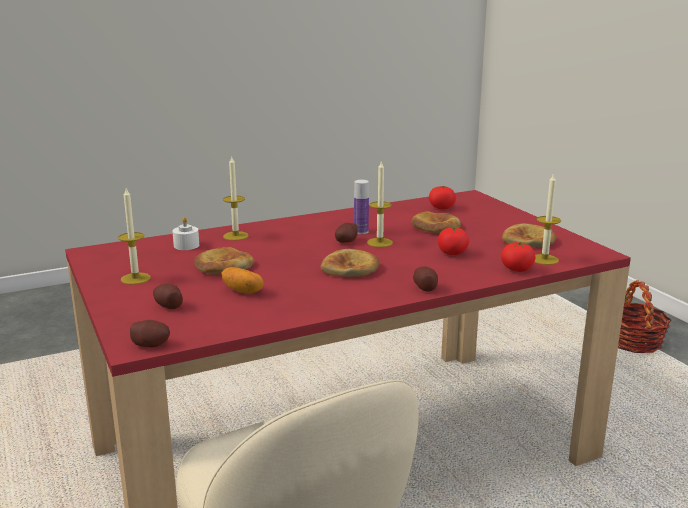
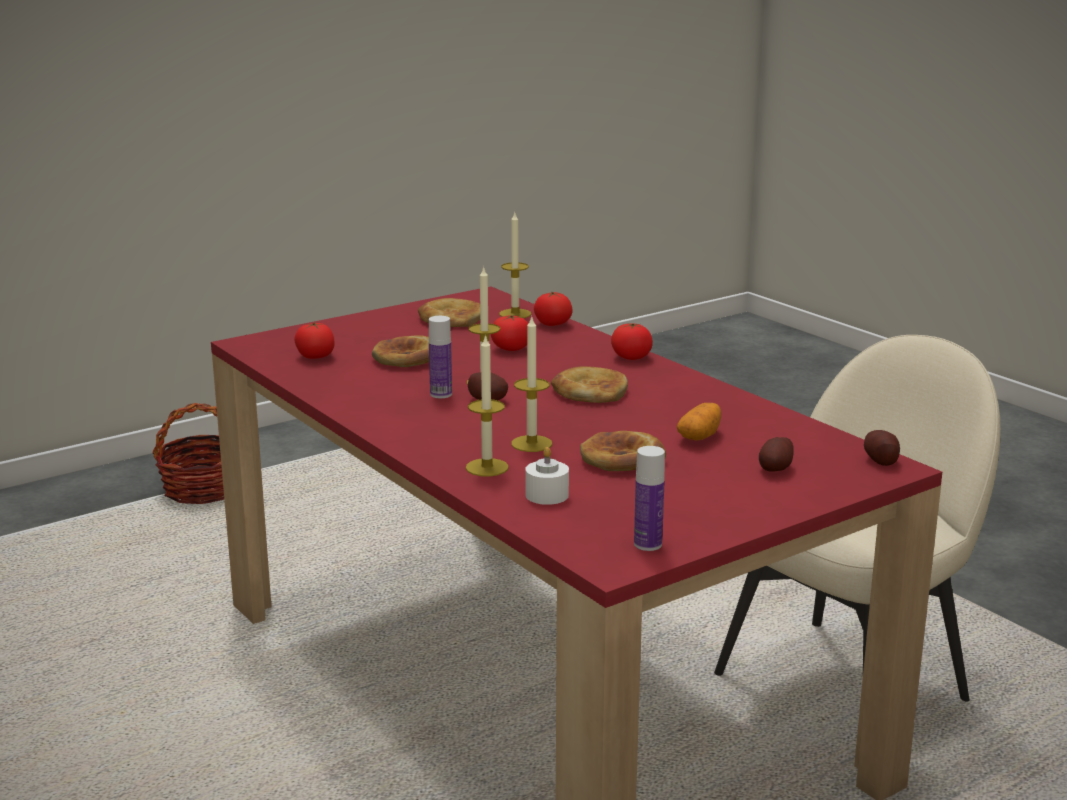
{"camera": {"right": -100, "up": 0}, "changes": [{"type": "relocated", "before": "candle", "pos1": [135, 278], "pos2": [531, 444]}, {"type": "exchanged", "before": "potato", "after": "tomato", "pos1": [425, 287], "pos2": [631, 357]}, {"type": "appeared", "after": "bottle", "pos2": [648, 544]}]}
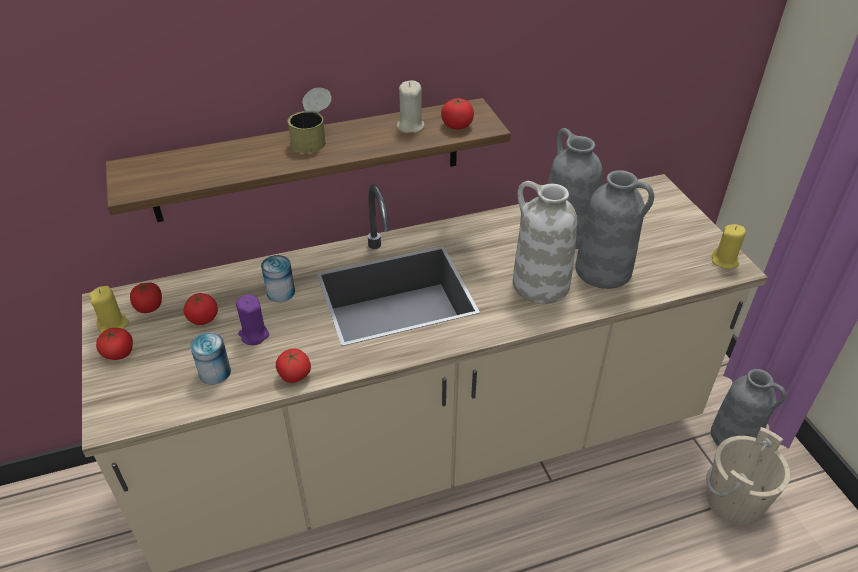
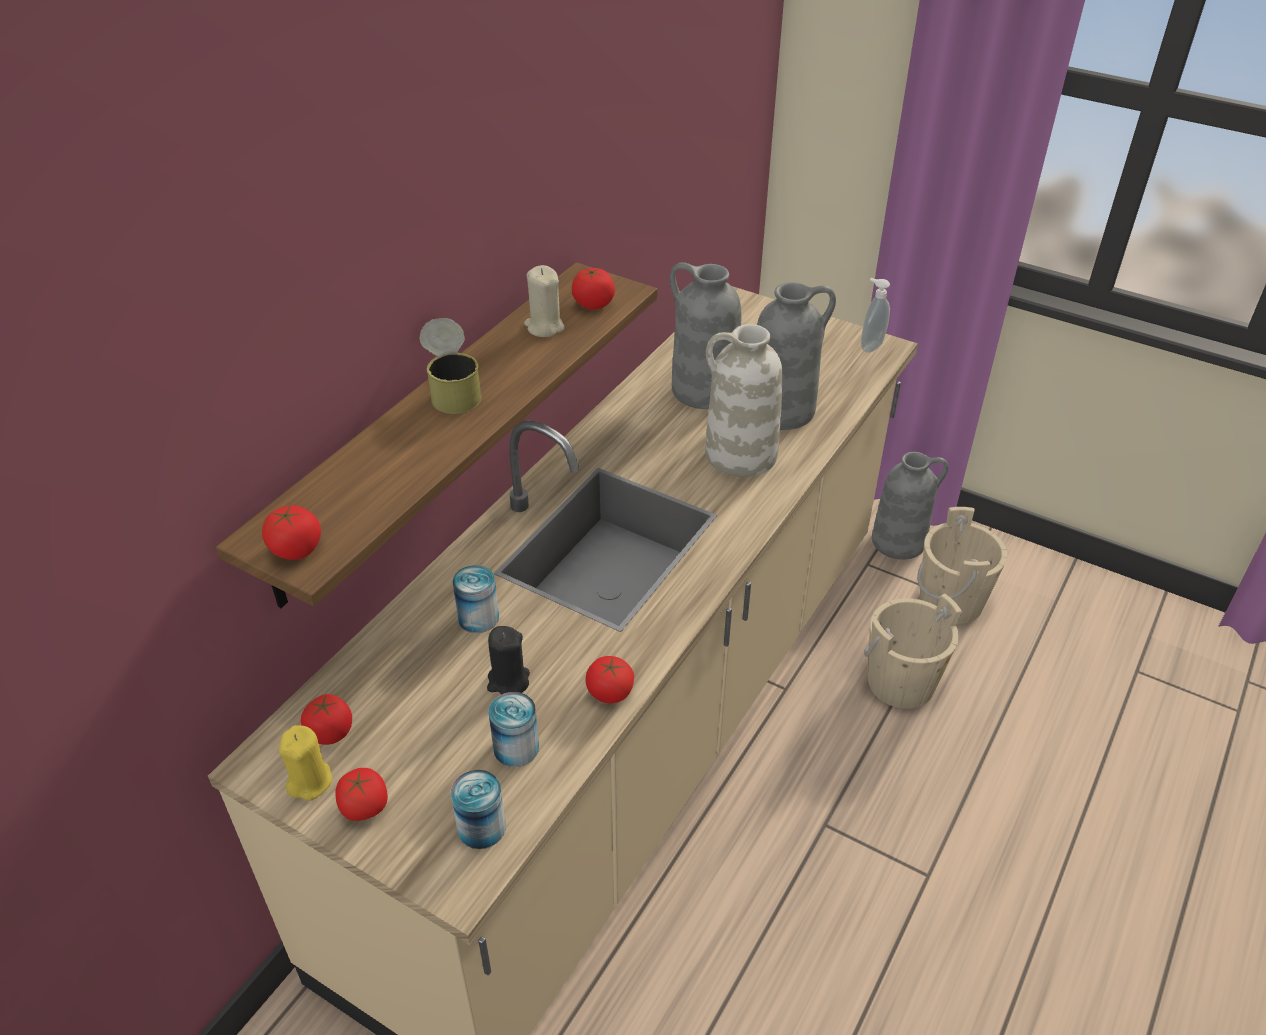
{"camera": {"right": -40, "up": 0}, "changes": [{"type": "relocated", "before": "tomato", "pos1": [203, 318], "pos2": [296, 549]}, {"type": "appeared", "after": "can", "pos2": [481, 827]}, {"type": "colour", "before": "candle in purple", "after": "candle in black", "pos1": [254, 335], "pos2": [508, 681]}, {"type": "exchanged", "before": "candle in yellow", "after": "soap dispenser", "pos1": [725, 261], "pos2": [870, 346]}, {"type": "appeared", "after": "bucket in beige", "pos2": [901, 682]}]}
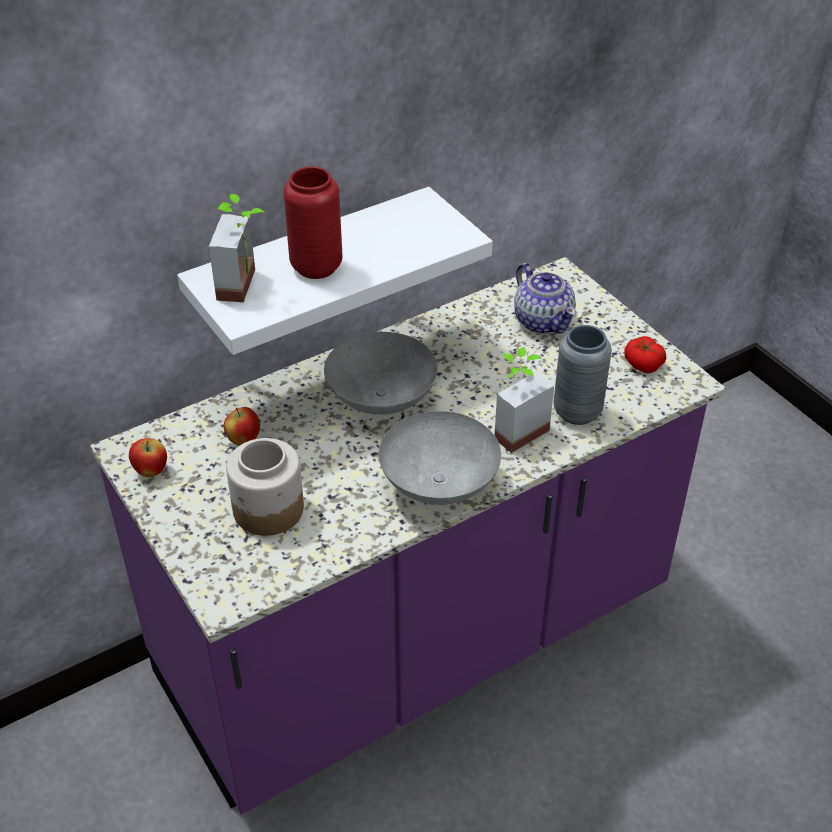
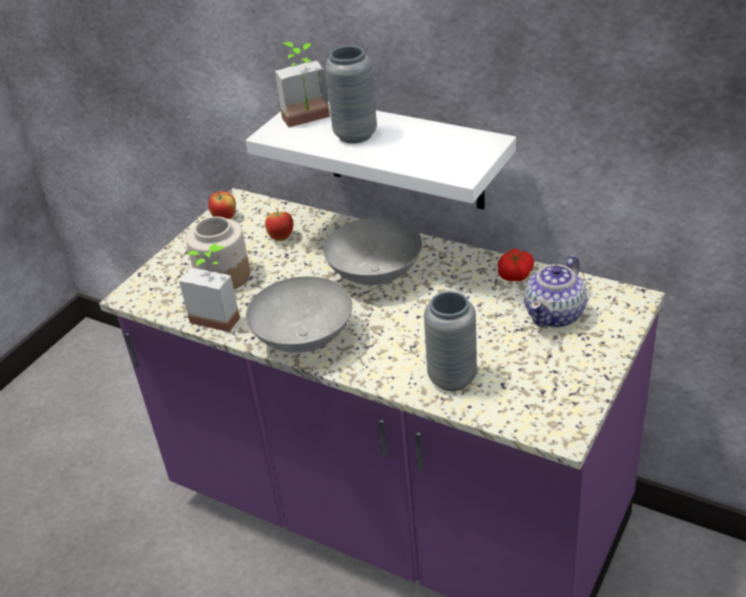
{"camera": {"right": 65, "up": -5}, "changes": [{"type": "relocated", "before": "potted plant", "pos1": [514, 428], "pos2": [219, 314]}, {"type": "colour", "before": "vase in red", "after": "vase in grey", "pos1": [316, 267], "pos2": [355, 135]}, {"type": "relocated", "before": "tomato", "pos1": [643, 363], "pos2": [515, 274]}]}
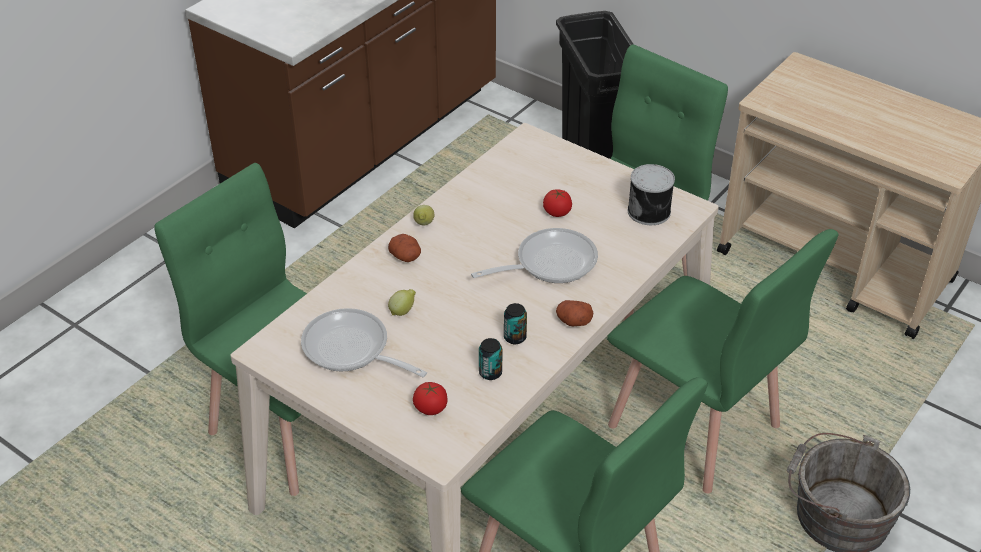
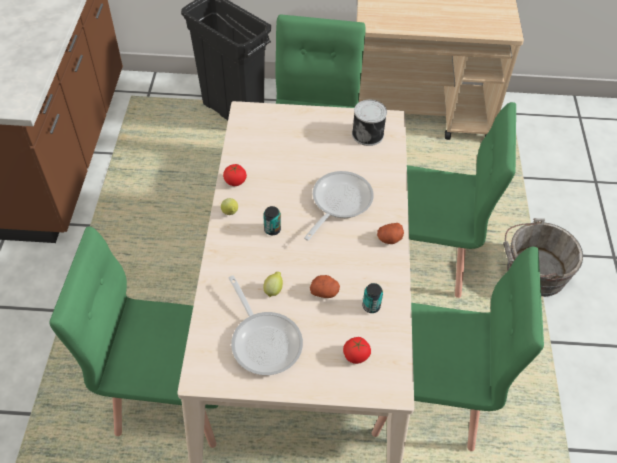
{"camera": {"right": -35, "up": 10}, "changes": [{"type": "relocated", "before": "tomato", "pos1": [557, 212], "pos2": [235, 181]}, {"type": "spun", "before": "frying pan", "pos1": [351, 350], "pos2": [264, 340], "turn": -120}, {"type": "relocated", "before": "can", "pos1": [515, 337], "pos2": [272, 229]}, {"type": "relocated", "before": "potato", "pos1": [406, 256], "pos2": [325, 291]}]}
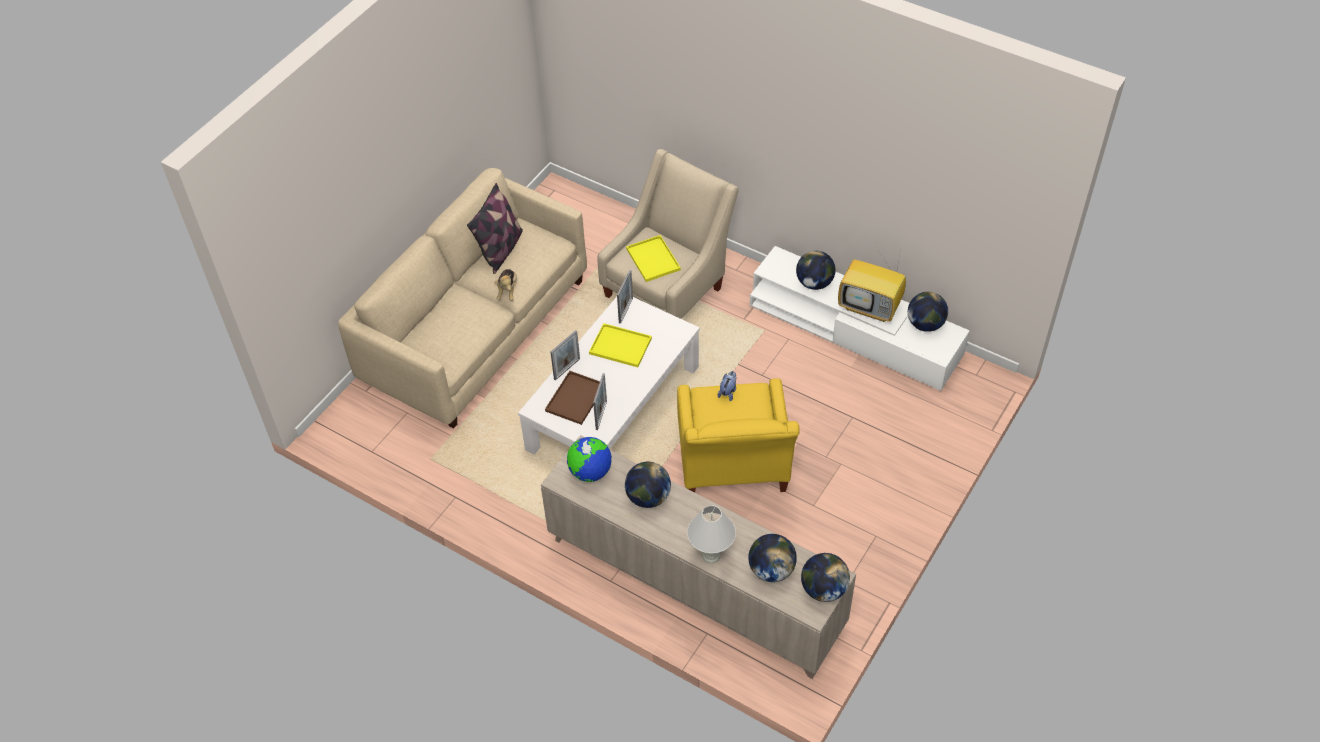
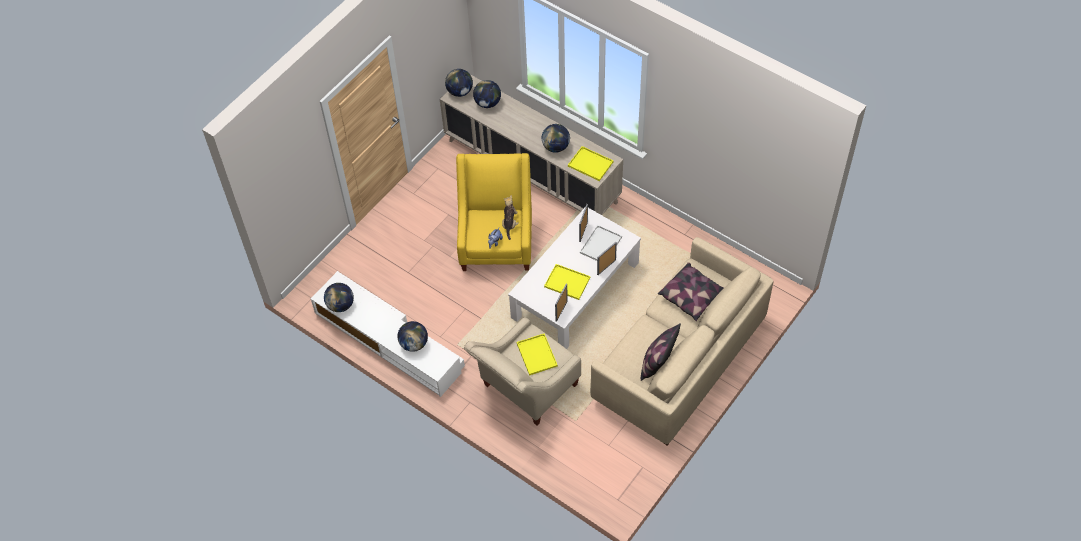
{"camera": {"right": -175, "up": 5}, "changes": [{"type": "relocated", "before": "plush toy", "pos1": [507, 290], "pos2": [510, 223]}, {"type": "exchanged", "before": "globe", "after": "tray in yellow", "pos1": [590, 472], "pos2": [591, 164]}, {"type": "colour", "before": "tray in brown", "after": "tray in white", "pos1": [575, 397], "pos2": [600, 245]}, {"type": "appeared", "after": "pillow", "pos2": [692, 296]}, {"type": "missing", "before": "table lamp in white", "pos1": [711, 555]}, {"type": "missing", "before": "television", "pos1": [871, 307]}]}
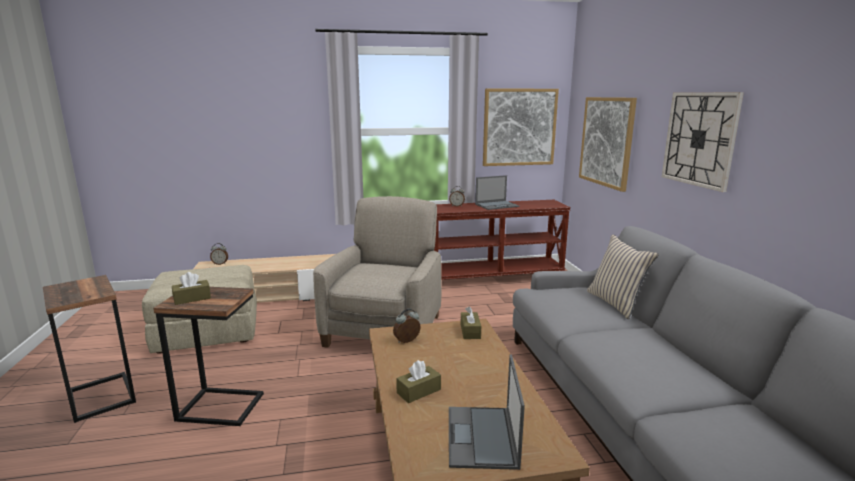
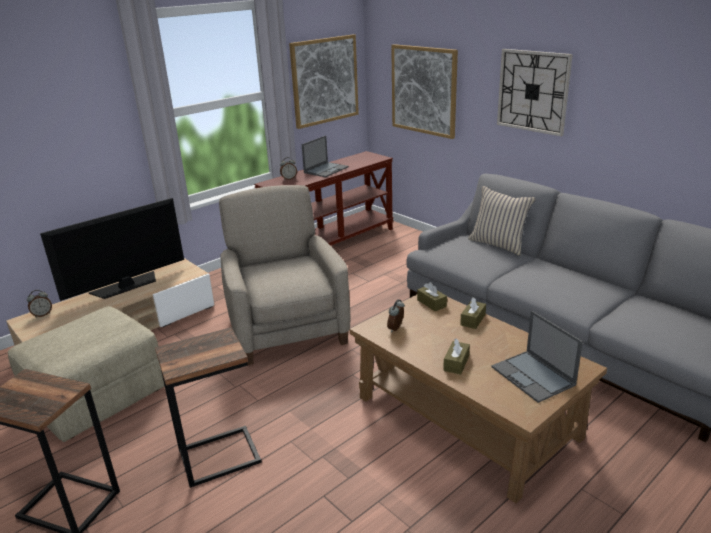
{"camera": {"right": -30, "up": 10}, "changes": [{"type": "appeared", "after": "television", "pos2": [126, 286]}, {"type": "relocated", "before": "tissue box in brown", "pos1": [192, 298], "pos2": [473, 320]}]}
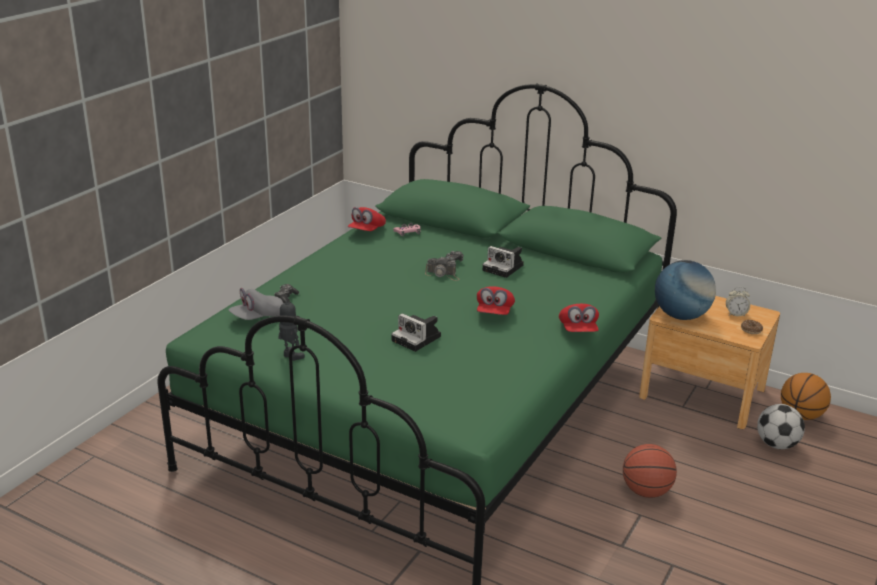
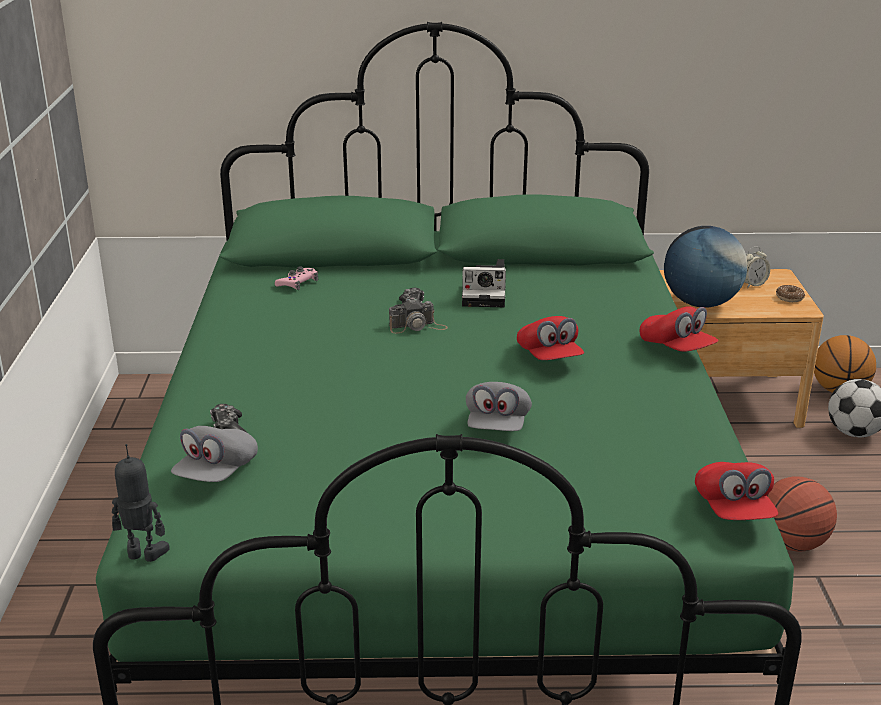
{"camera": {"right": -30, "up": 0}, "changes": [{"type": "relocated", "before": "toy robot", "pos1": [291, 356], "pos2": [143, 555]}, {"type": "exchanged", "before": "photo camera", "after": "cap in grey", "pos1": [418, 339], "pos2": [497, 426]}, {"type": "relocated", "before": "cap in red", "pos1": [366, 231], "pos2": [733, 510]}]}
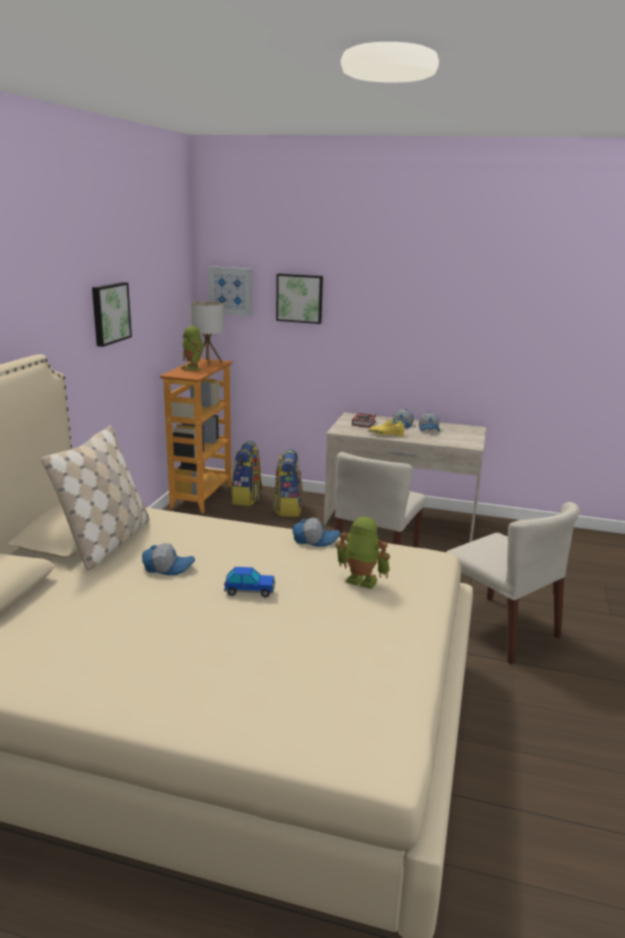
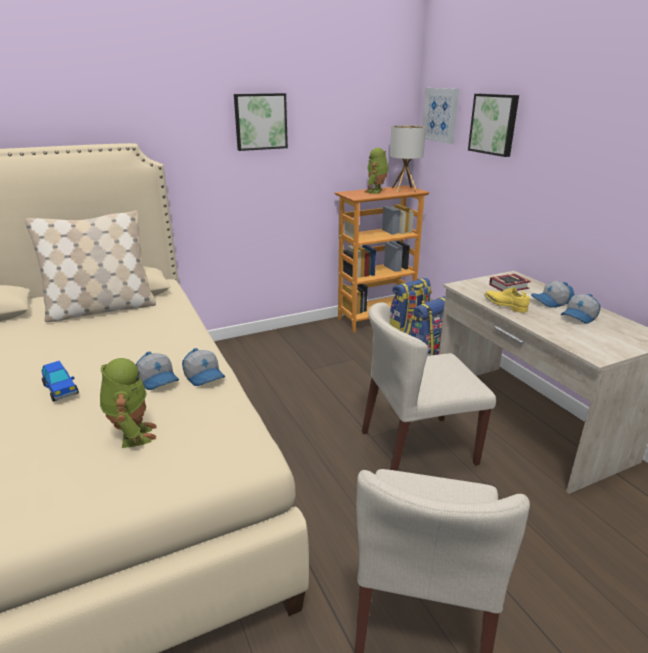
{"camera": {"right": 50, "up": 5}, "changes": [{"type": "relocated", "before": "cap", "pos1": [168, 567], "pos2": [158, 379]}]}
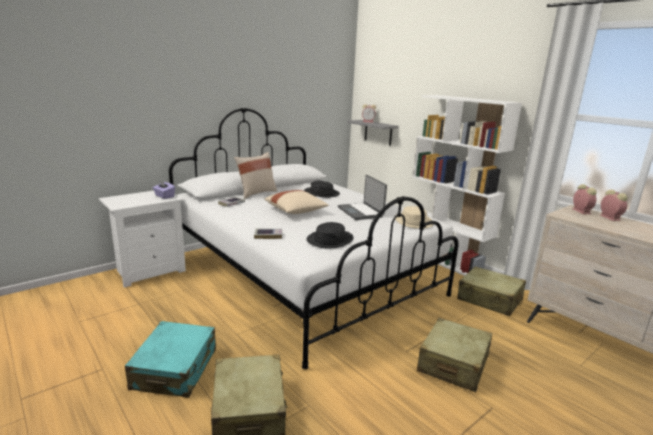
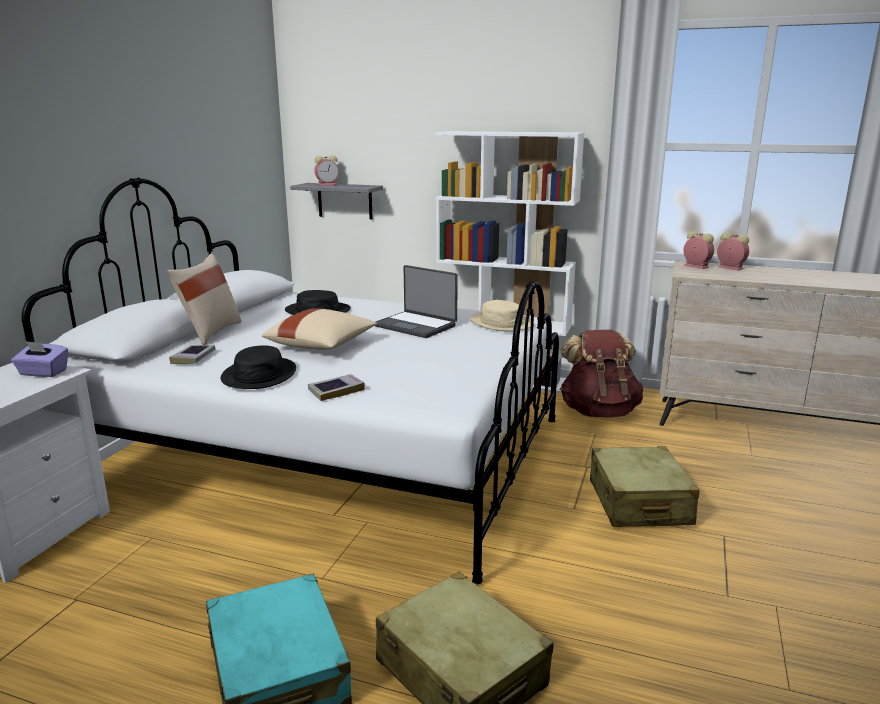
{"camera": {"right": -30, "up": 0}, "changes": [{"type": "relocated", "before": "hat in black", "pos1": [330, 239], "pos2": [259, 375]}, {"type": "exchanged", "before": "suitcase in beige", "after": "backpack in brown", "pos1": [489, 299], "pos2": [598, 411]}]}
